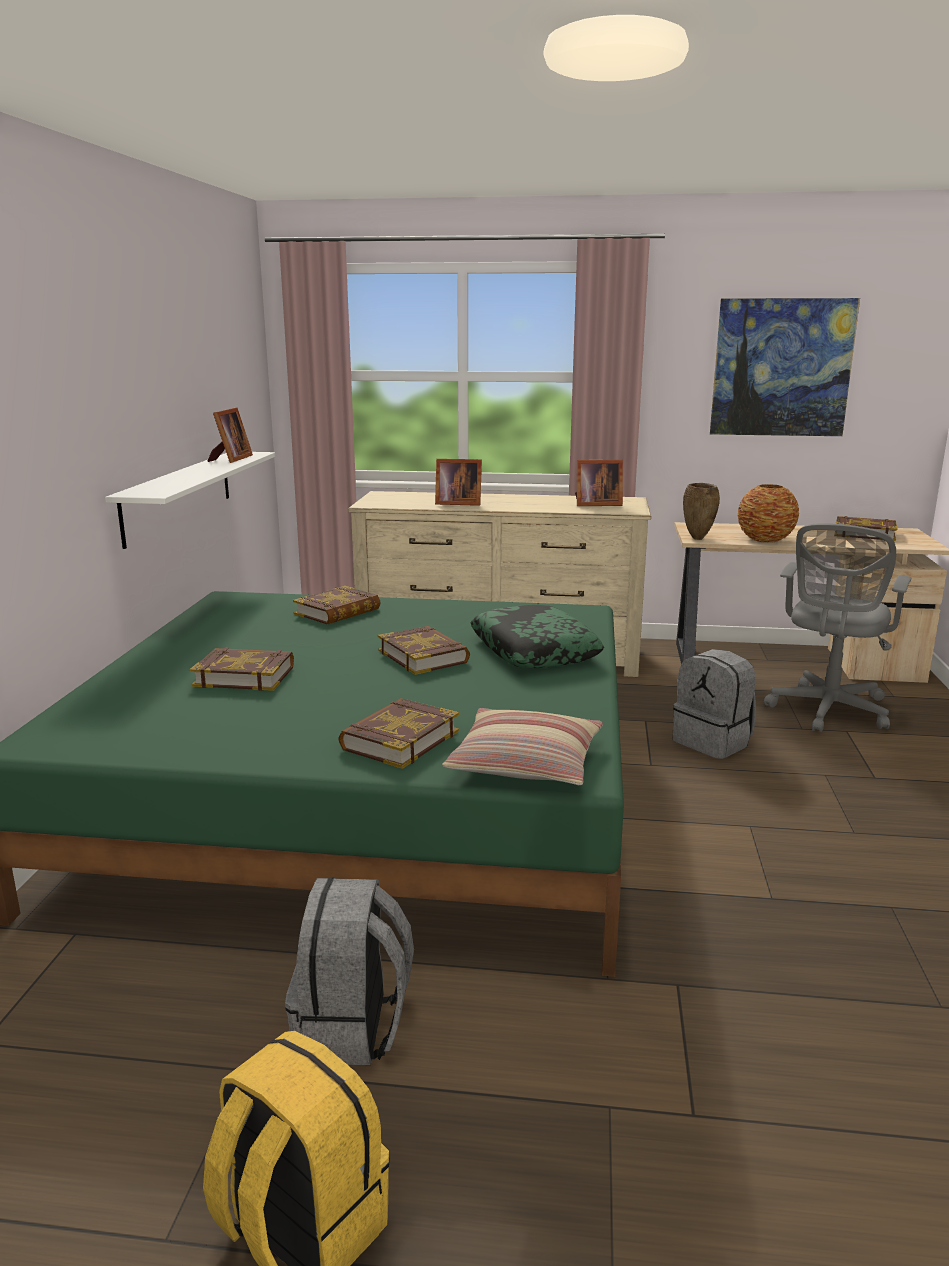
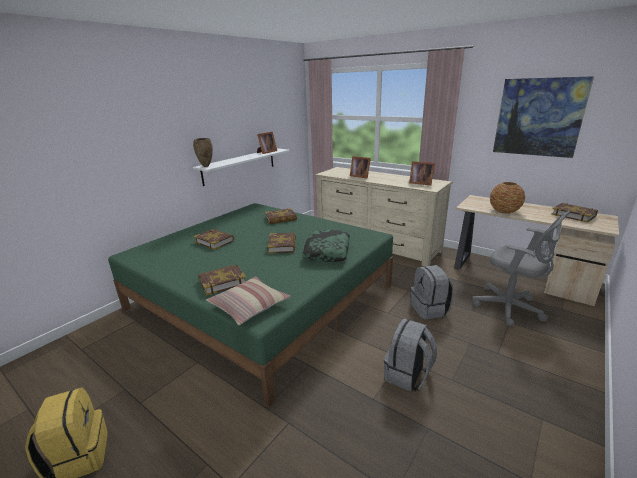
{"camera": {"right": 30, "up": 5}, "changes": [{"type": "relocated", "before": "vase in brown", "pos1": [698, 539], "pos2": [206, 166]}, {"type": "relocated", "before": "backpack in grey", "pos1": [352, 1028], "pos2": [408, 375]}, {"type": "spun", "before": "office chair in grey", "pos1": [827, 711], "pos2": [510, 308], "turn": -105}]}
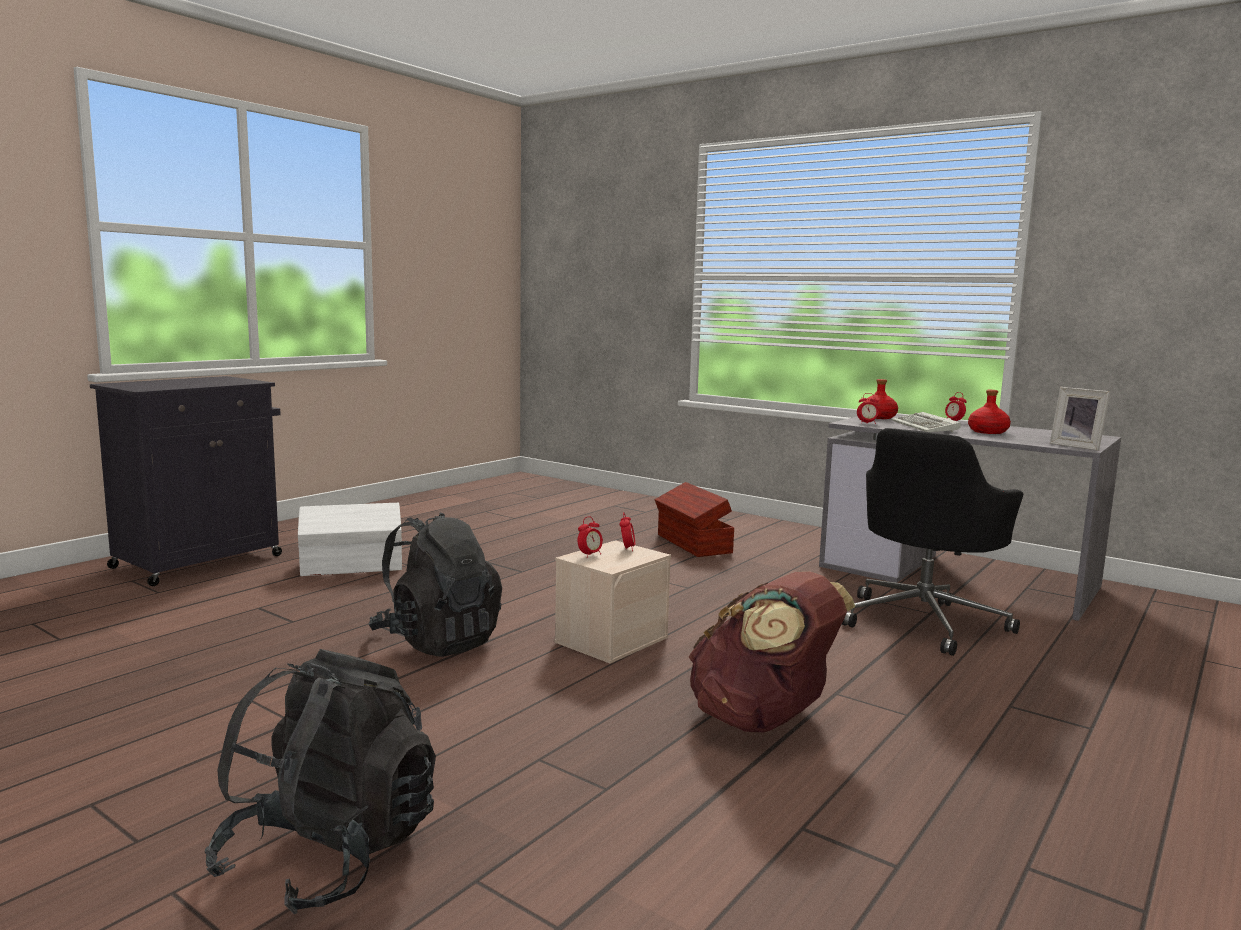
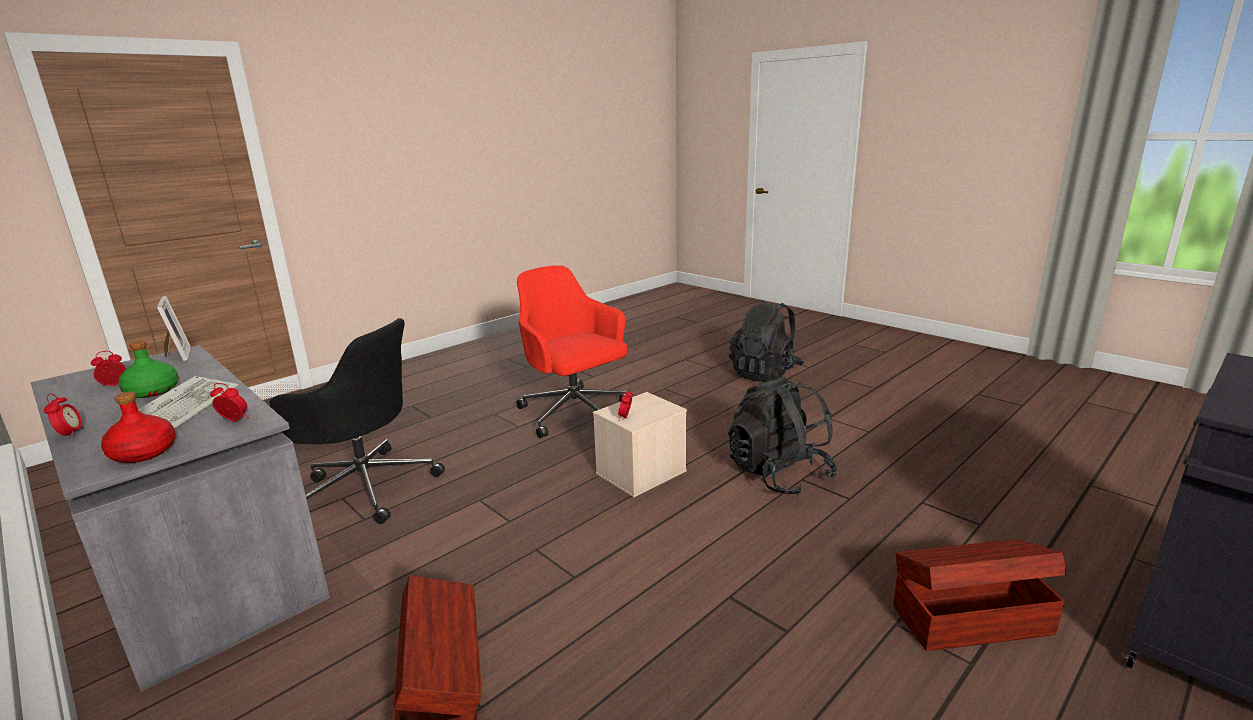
{"camera": {"right": -170, "up": 10}, "changes": [{"type": "relocated", "before": "alarm clock", "pos1": [590, 555], "pos2": [115, 385]}, {"type": "colour", "before": "bottle in red", "after": "bottle in green", "pos1": [988, 432], "pos2": [152, 391]}, {"type": "spun", "before": "office chair in black", "pos1": [924, 621], "pos2": [365, 487], "turn": 60}, {"type": "exchanged", "before": "backpack in brown", "after": "office chair in red", "pos1": [763, 720], "pos2": [575, 412]}, {"type": "colour", "before": "storage box in white", "after": "storage box in brown", "pos1": [353, 567], "pos2": [968, 618]}]}
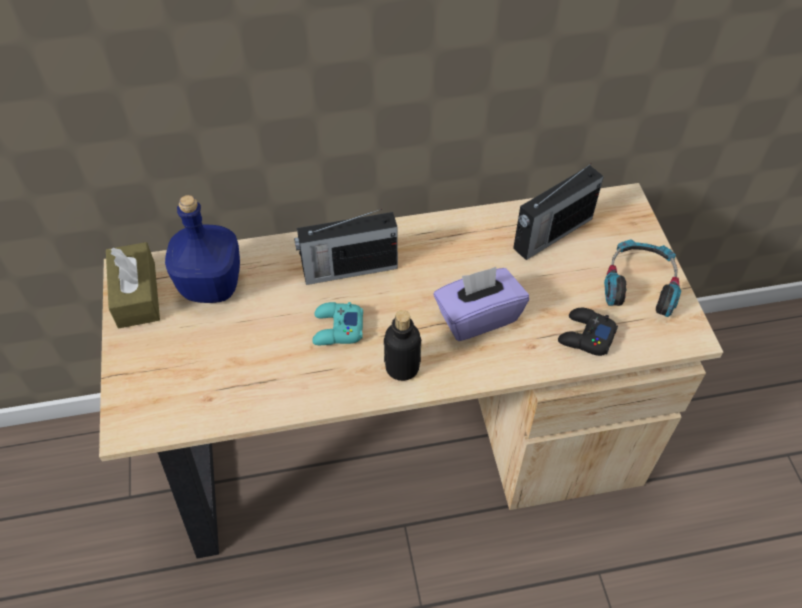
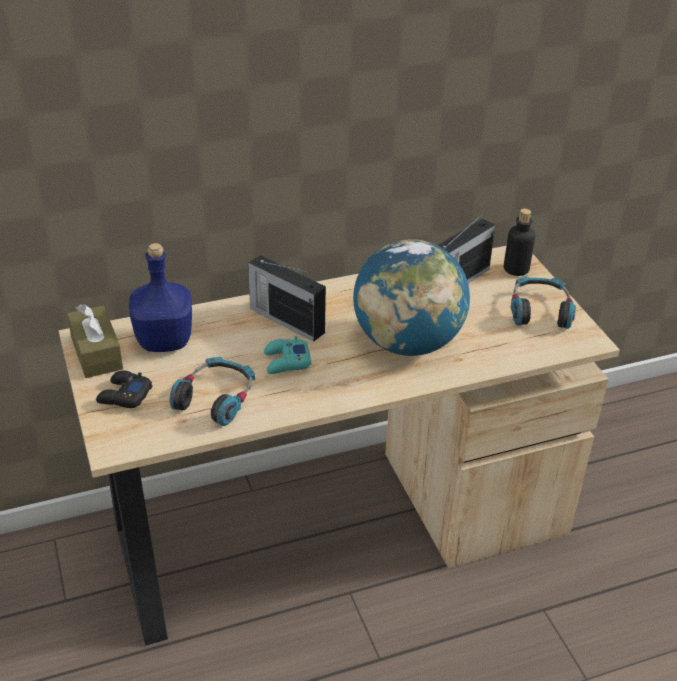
{"camera": {"right": -10, "up": -15}, "changes": [{"type": "relocated", "before": "game controller in black", "pos1": [585, 336], "pos2": [124, 395]}, {"type": "appeared", "after": "headphones", "pos2": [216, 398]}, {"type": "spun", "before": "radio", "pos1": [348, 269], "pos2": [285, 319], "turn": 60}, {"type": "exchanged", "before": "tissue box in purple", "after": "globe", "pos1": [477, 316], "pos2": [407, 343]}, {"type": "relocated", "before": "bottle", "pos1": [402, 367], "pos2": [516, 269]}]}
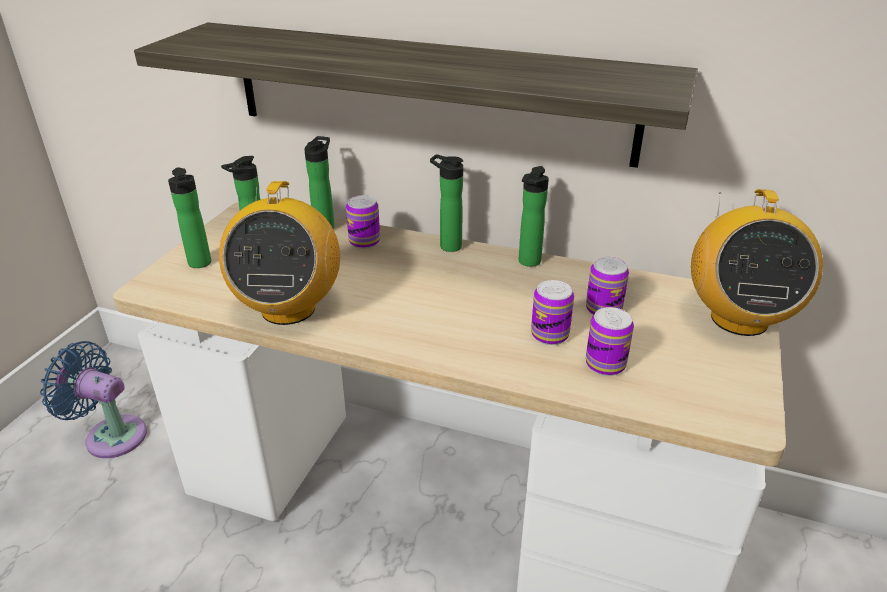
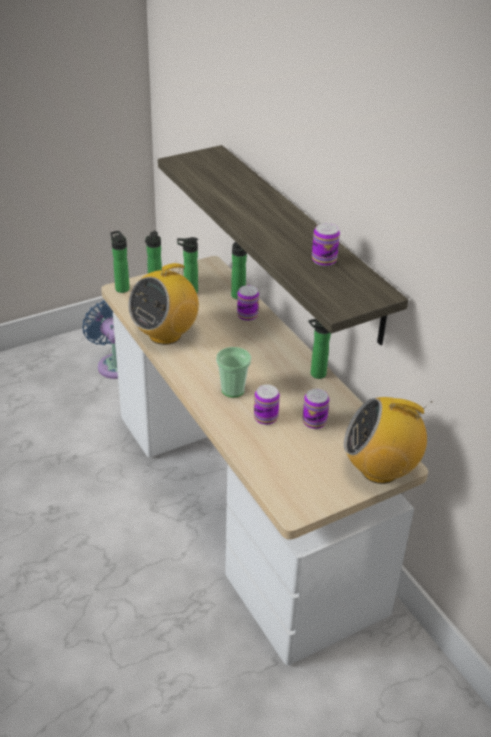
{"camera": {"right": 40, "up": 5}, "changes": [{"type": "relocated", "before": "bottle", "pos1": [447, 246], "pos2": [121, 288]}, {"type": "appeared", "after": "cup", "pos2": [233, 390]}, {"type": "relocated", "before": "can", "pos1": [605, 364], "pos2": [324, 260]}, {"type": "spun", "before": "radio", "pos1": [738, 318], "pos2": [380, 469], "turn": 45}]}
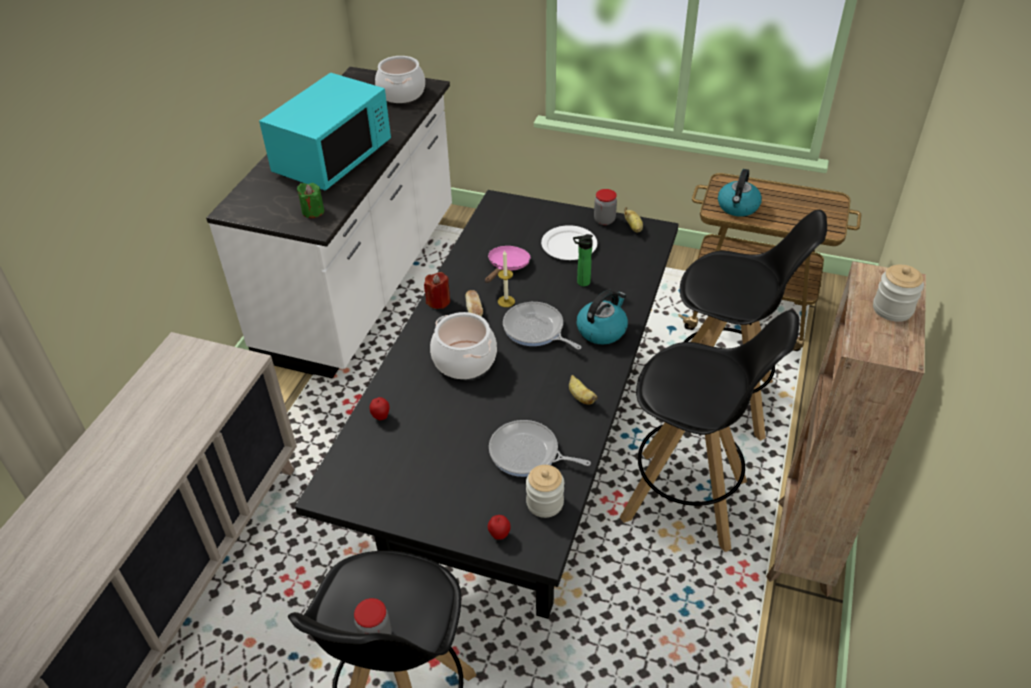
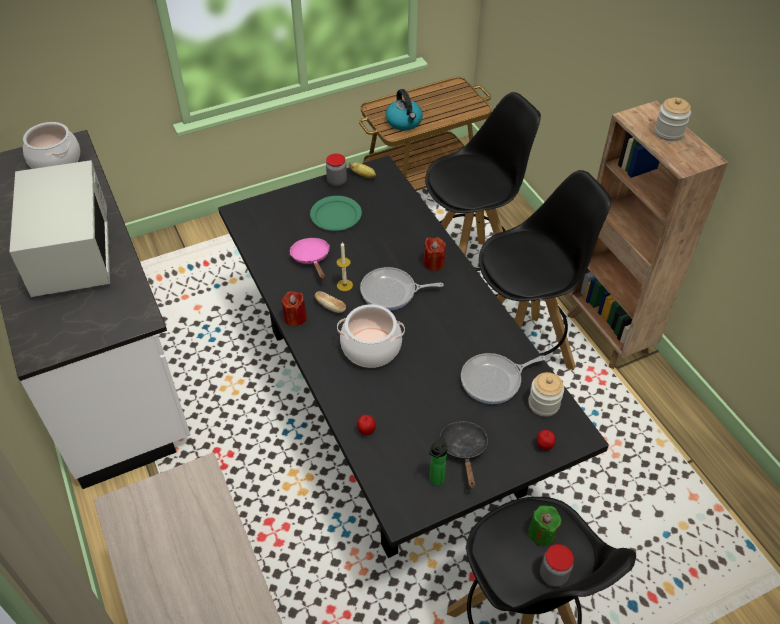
{"camera": {"right": -45, "up": 5}, "changes": [{"type": "colour", "before": "microwave in turquoise", "after": "microwave in white", "pos1": [333, 159], "pos2": [71, 253]}, {"type": "colour", "before": "plate in white", "after": "plate in green", "pos1": [569, 245], "pos2": [335, 215]}, {"type": "exchanged", "before": "kettle", "after": "candle in red", "pos1": [602, 330], "pos2": [433, 263]}, {"type": "relocated", "before": "bottle", "pos1": [581, 282], "pos2": [435, 481]}, {"type": "appeared", "after": "frying pan in black", "pos2": [464, 450]}, {"type": "relocated", "before": "candle in green", "pos1": [313, 211], "pos2": [542, 533]}, {"type": "missing", "before": "banana", "pos1": [580, 397]}]}
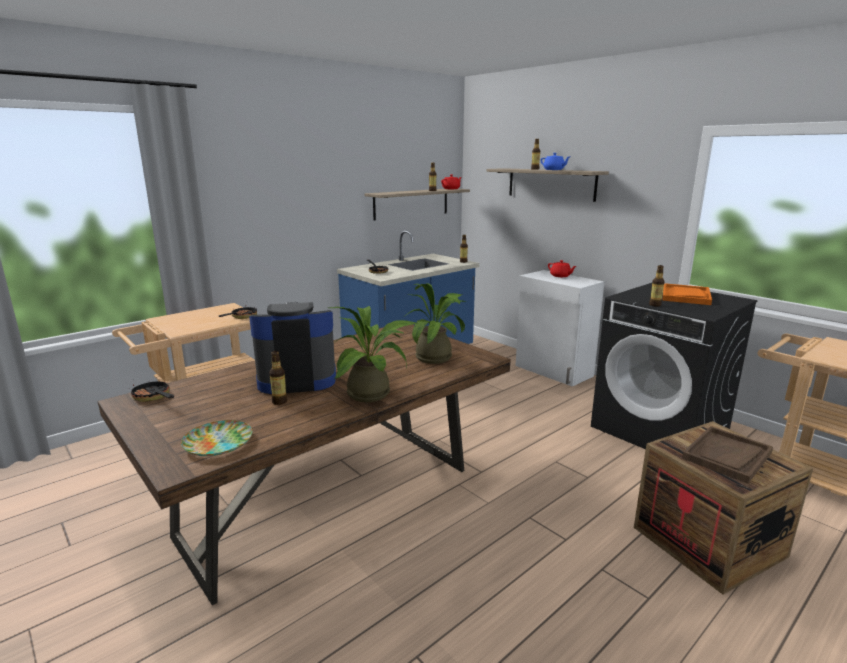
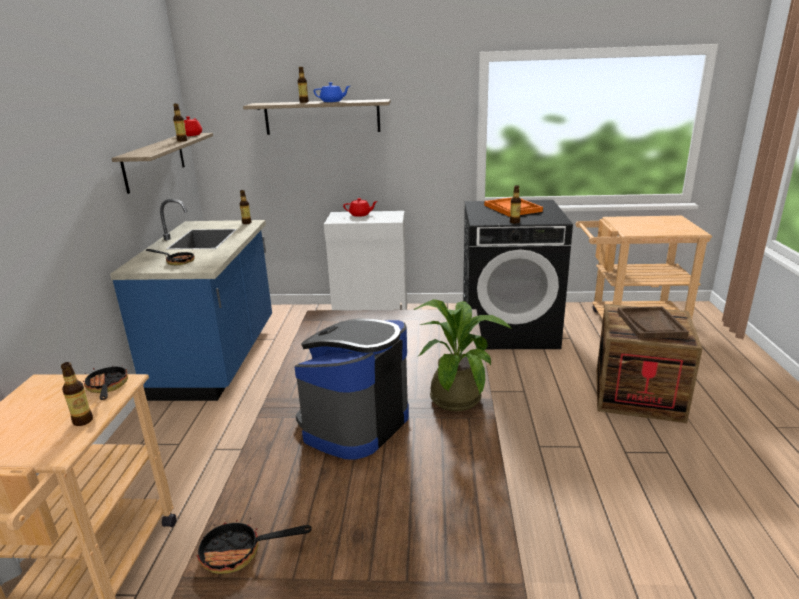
{"camera": {"right": -45, "up": 5}, "changes": [{"type": "relocated", "before": "bottle", "pos1": [279, 401], "pos2": [83, 421]}, {"type": "missing", "before": "plate", "pos1": [218, 442]}, {"type": "missing", "before": "potted plant", "pos1": [437, 357]}]}
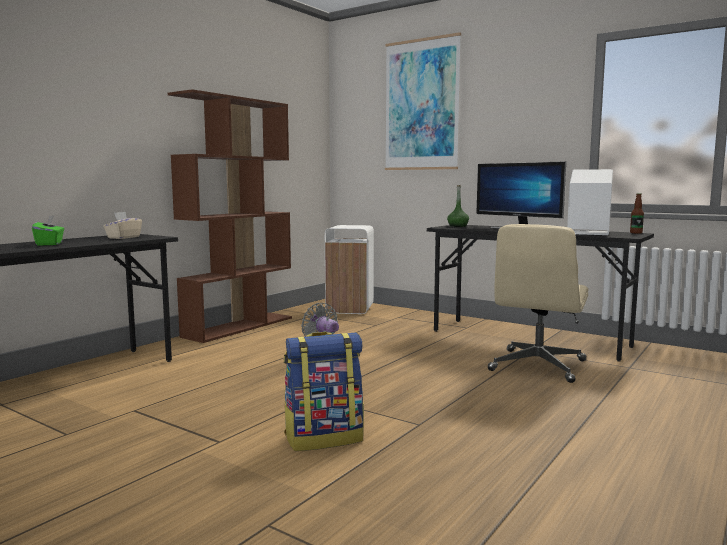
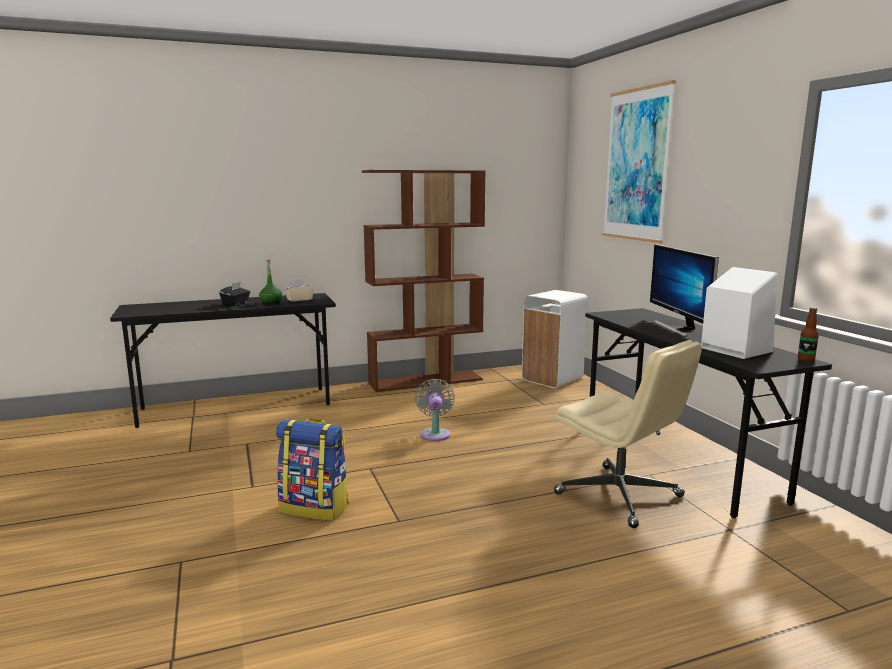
{"camera": {"right": 35, "up": 5}, "changes": [{"type": "colour", "before": "tissue box in green", "after": "tissue box in black", "pos1": [50, 244], "pos2": [236, 303]}, {"type": "relocated", "before": "bottle in green", "pos1": [457, 226], "pos2": [271, 302]}, {"type": "spun", "before": "office chair in beige", "pos1": [537, 366], "pos2": [620, 495], "turn": -105}]}
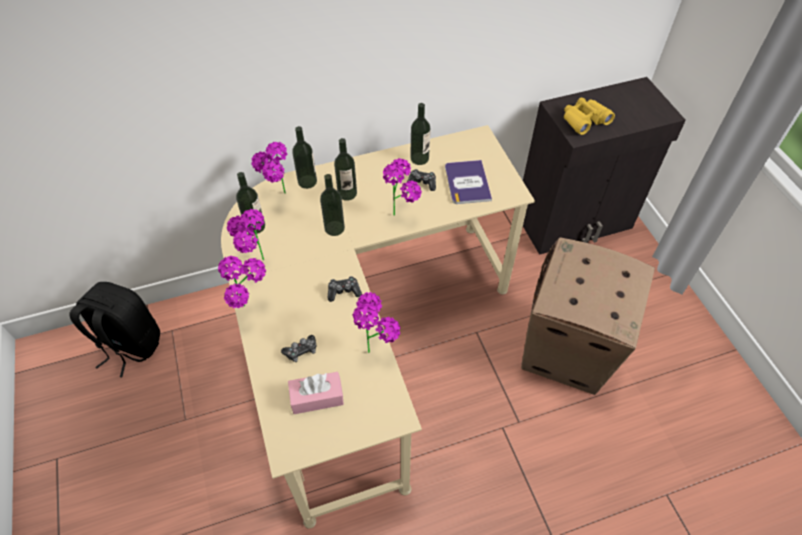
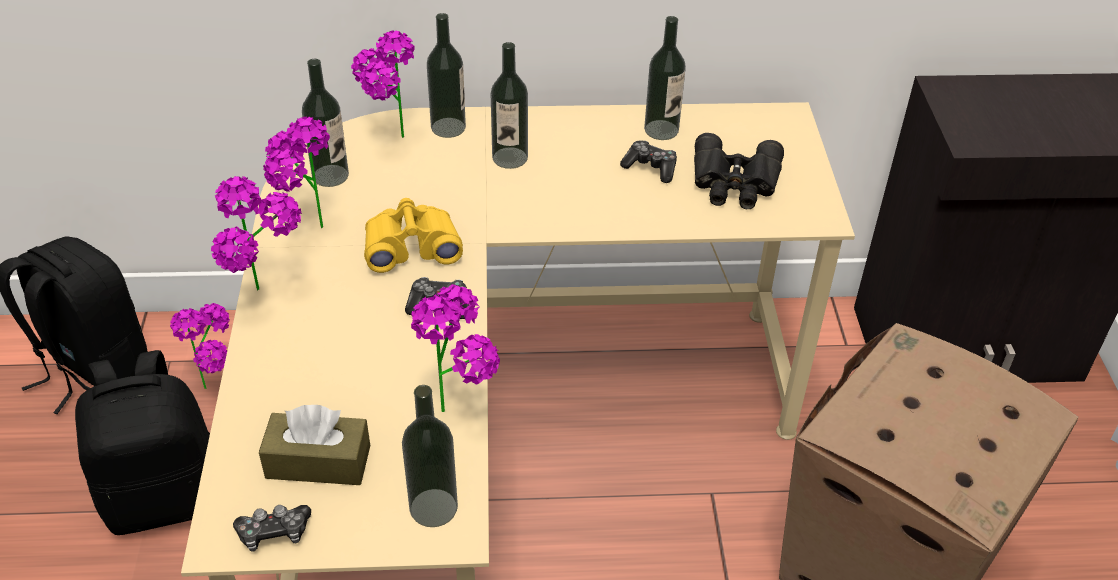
{"camera": {"right": 15, "up": -10}, "changes": [{"type": "appeared", "after": "backpack in black", "pos2": [165, 497]}, {"type": "relocated", "before": "potted plant", "pos1": [401, 211], "pos2": [219, 385]}, {"type": "relocated", "before": "game controller", "pos1": [301, 351], "pos2": [274, 533]}, {"type": "colour", "before": "tissue box in pink", "after": "tissue box in brown", "pos1": [317, 397], "pos2": [318, 462]}, {"type": "relocated", "before": "binoculars in yellow", "pos1": [584, 120], "pos2": [411, 247]}, {"type": "relocated", "before": "bottle", "pos1": [334, 228], "pos2": [433, 507]}, {"type": "exchanged", "before": "book", "after": "binoculars in black", "pos1": [467, 182], "pos2": [735, 183]}]}
